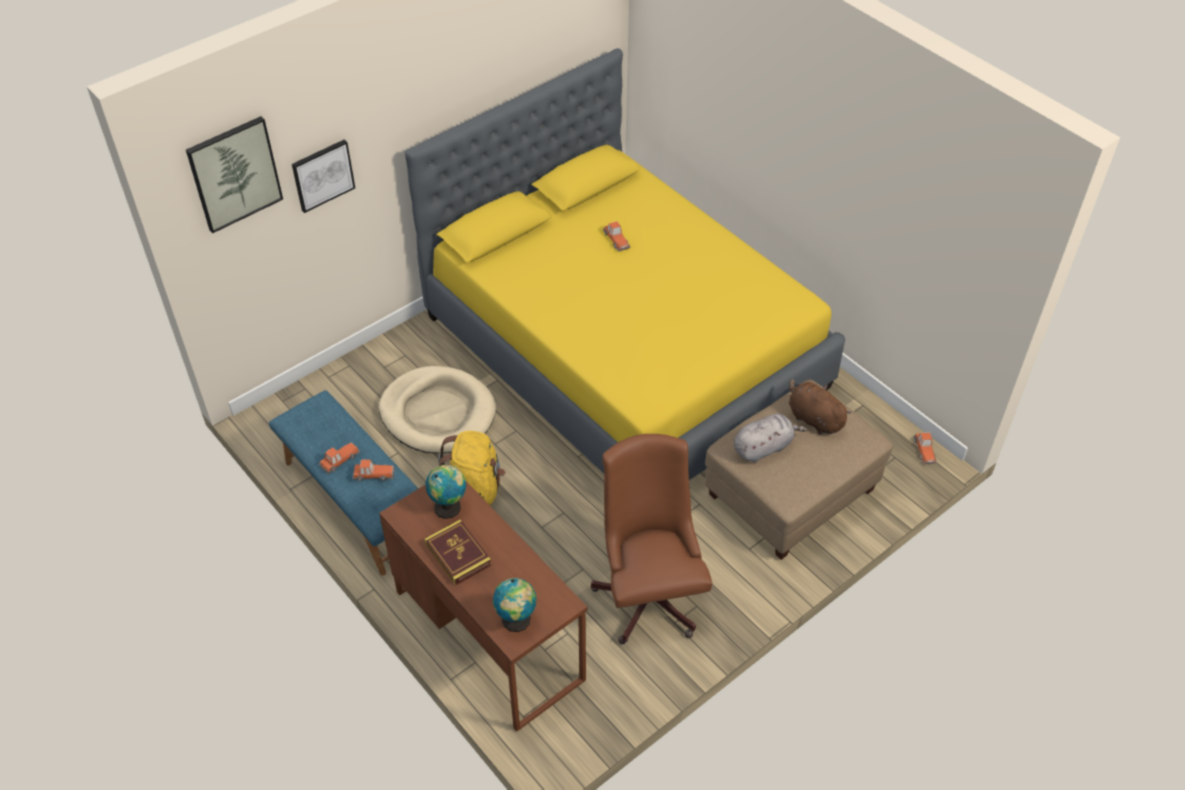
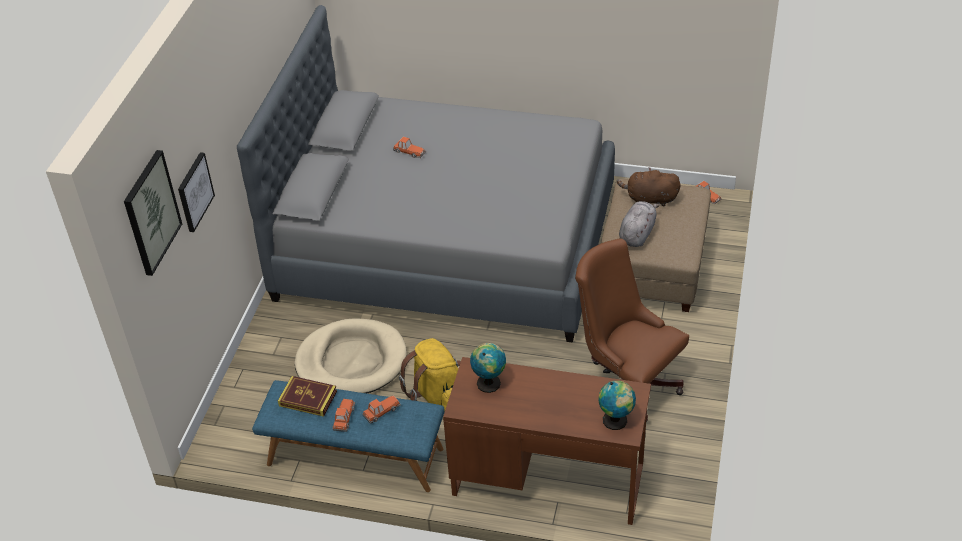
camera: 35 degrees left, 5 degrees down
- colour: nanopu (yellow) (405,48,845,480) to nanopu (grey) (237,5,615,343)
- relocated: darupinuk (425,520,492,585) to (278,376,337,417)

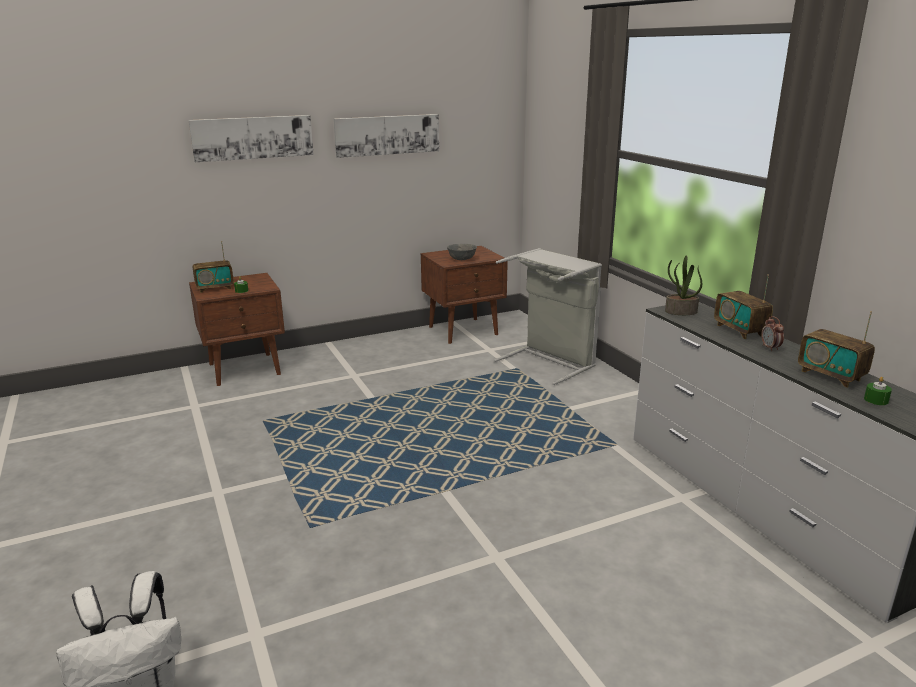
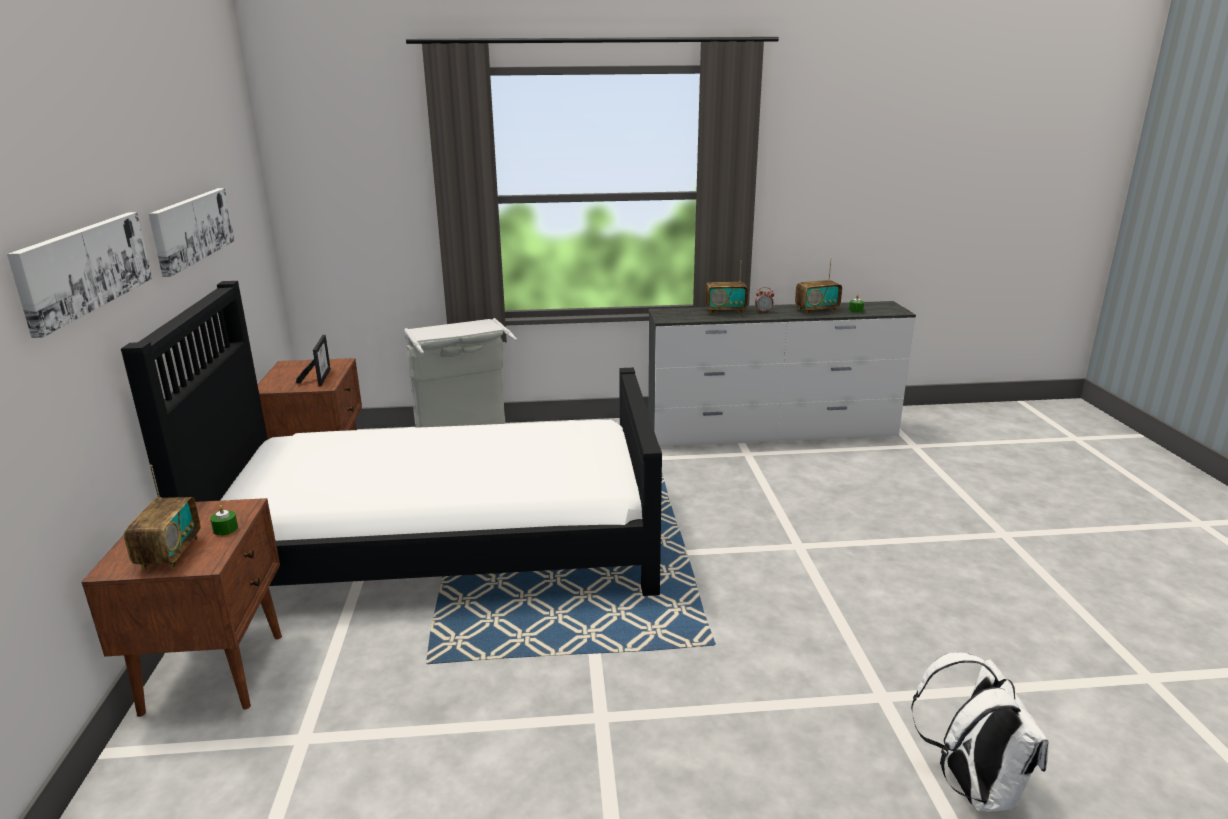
camera: 70 degrees left, 0 degrees up
- exchanged: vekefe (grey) (447,244,477,260) to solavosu (296,335,331,386)
- missing: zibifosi (665,255,702,315)
- appeared: nanopu (black) (121,281,662,596)

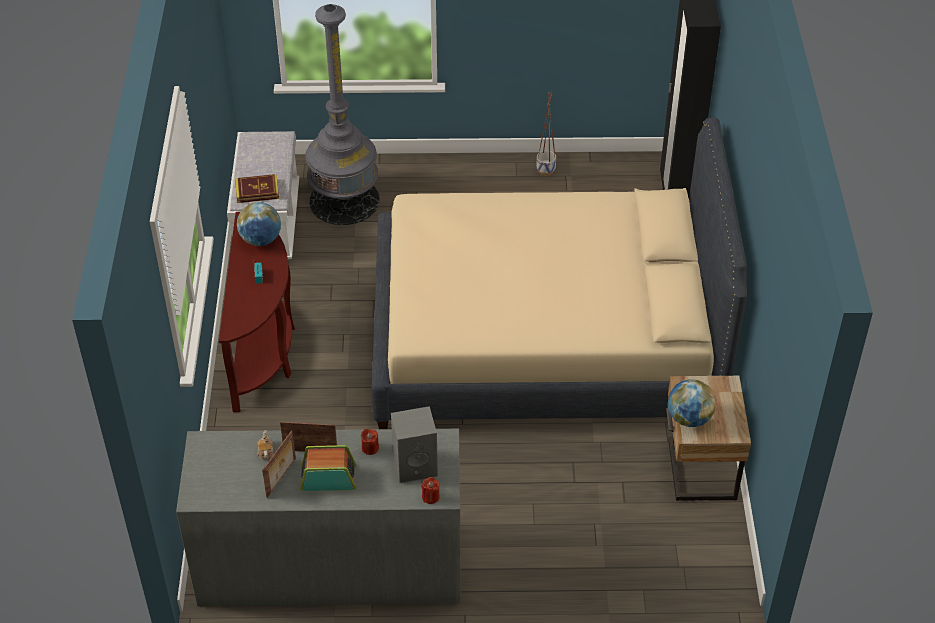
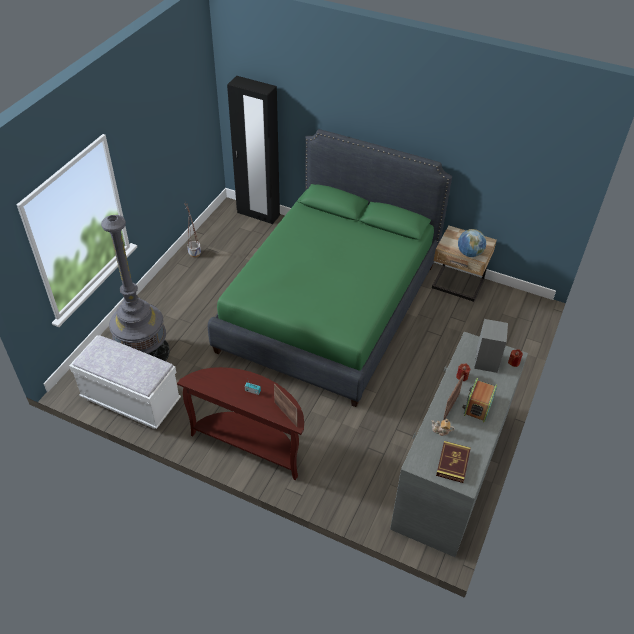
camera: 65 degrees left, 0 degrees up
- relocated: darupinuk (235,174,279,203) to (436,441,471,483)
- missing: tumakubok (237,202,281,246)
- relocated: solavosu (262,430,296,498) to (274,384,297,427)
- colour: nanopu (beige) (371,117,747,429) to nanopu (green) (208,129,452,407)

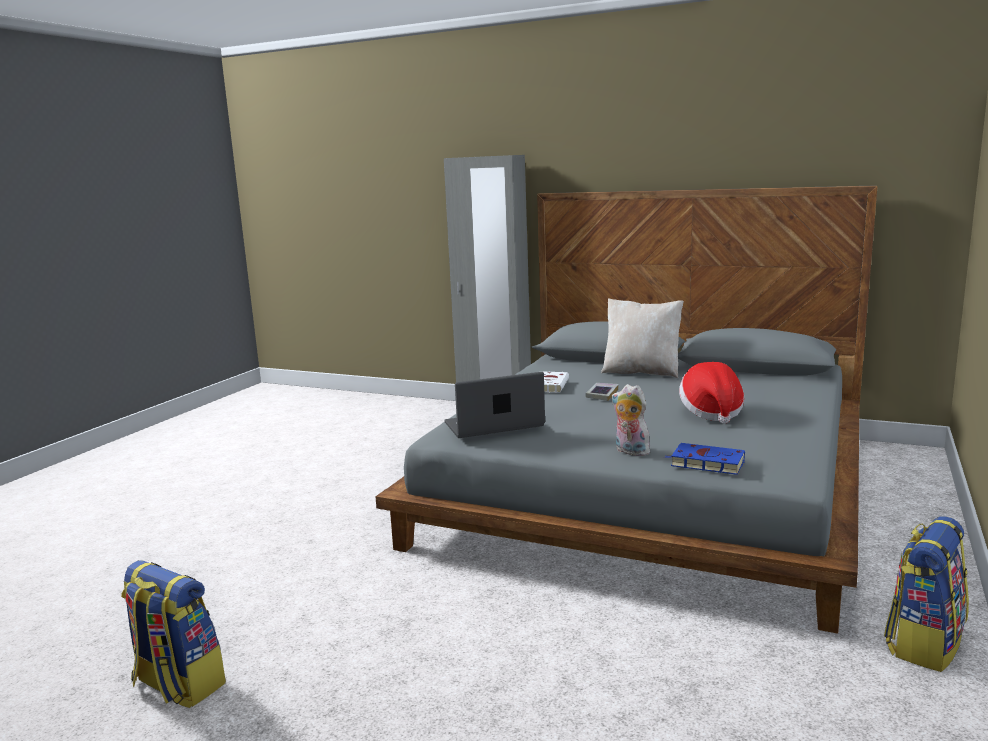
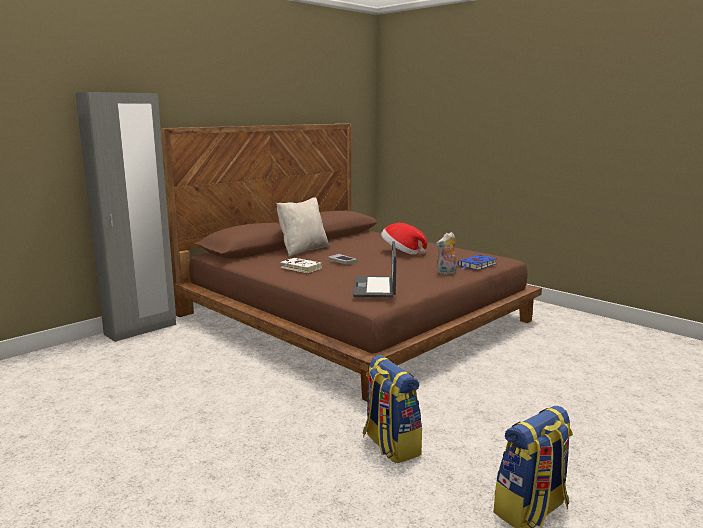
camera: 70 degrees left, 0 degrees up
- colour: nanopu (grey) (375,185,878,633) to nanopu (brown) (161,124,542,402)
- relocated: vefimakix (884,516,969,672) to (363,355,422,463)

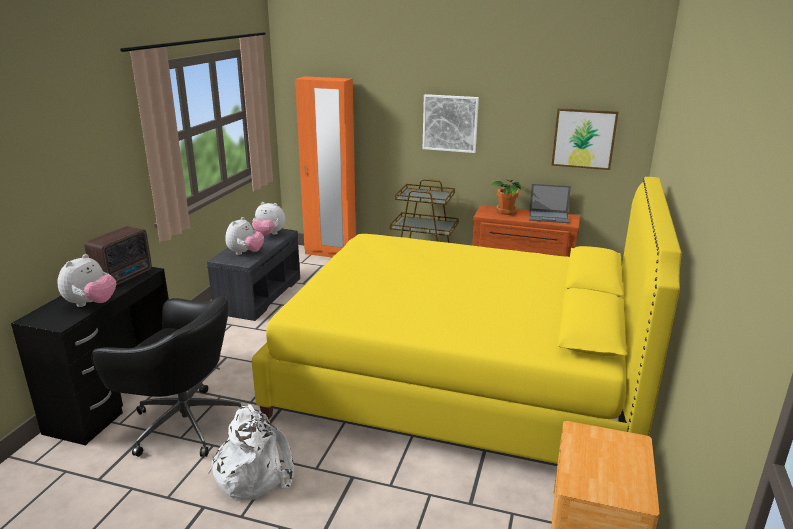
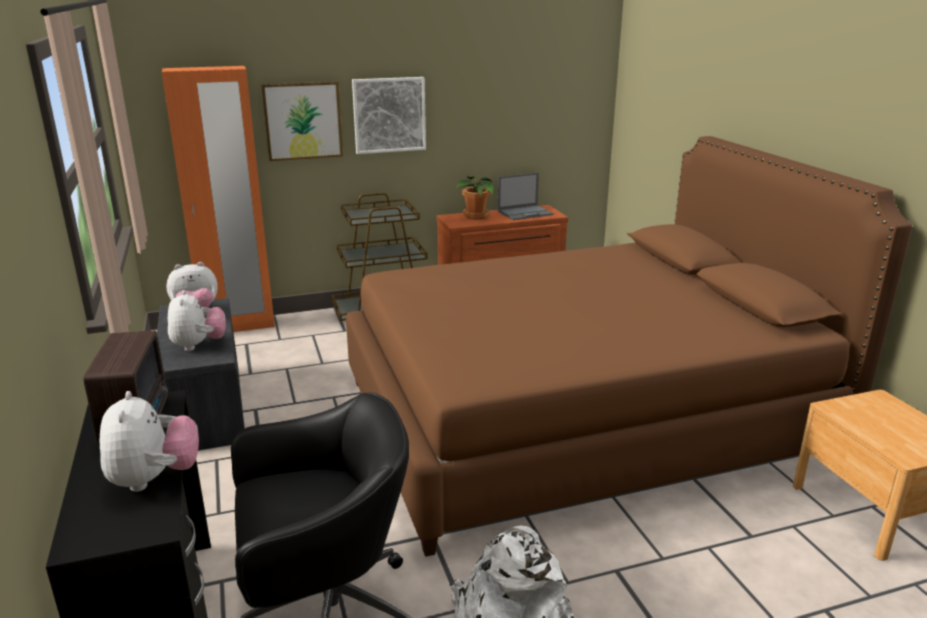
camera: 35 degrees left, 0 degrees up
- colour: nanopu (yellow) (252,177,681,464) to nanopu (brown) (346,136,912,557)
- relocated: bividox (552,108,619,170) to (261,81,343,161)

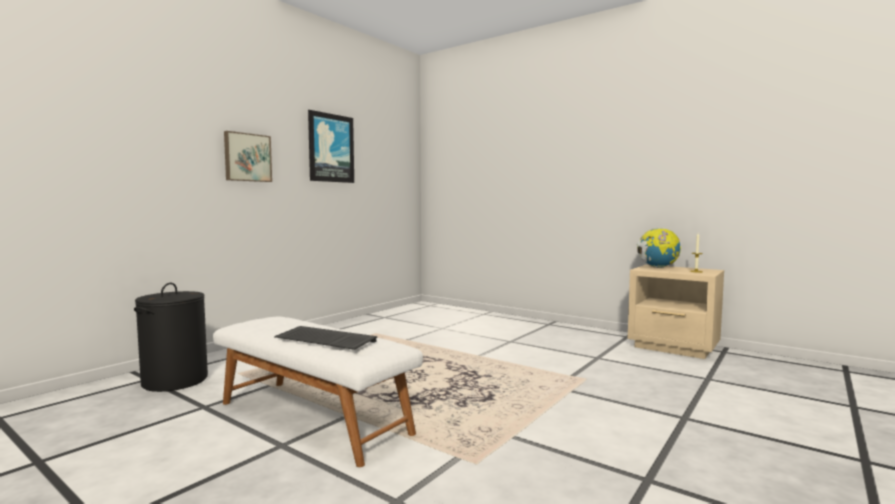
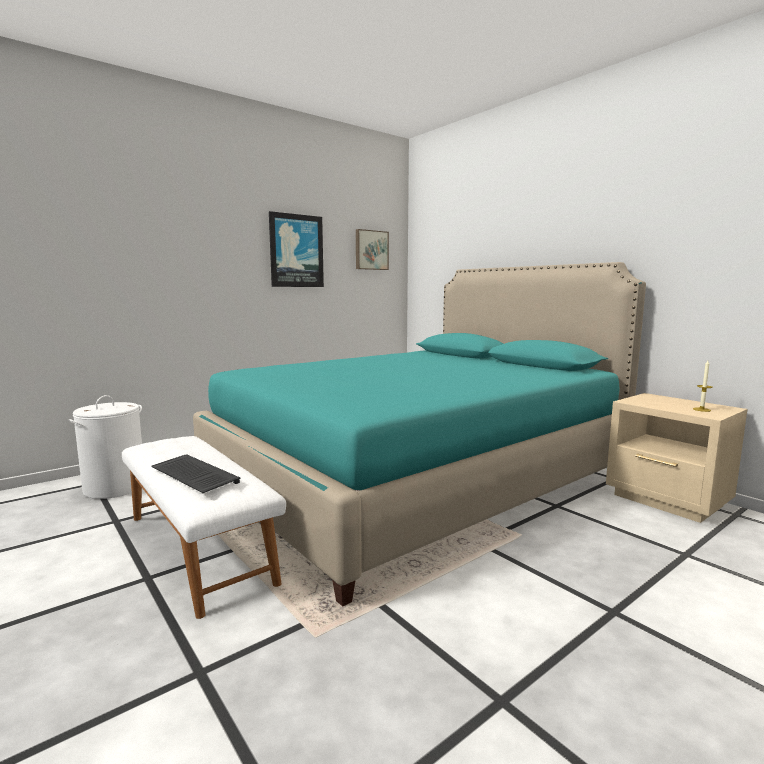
camera: 15 degrees right, 5 degrees up
- colour: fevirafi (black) (134,283,208,392) to fevirafi (white) (68,395,142,499)
- relocated: bividox (224,131,272,182) to (356,229,389,270)
- missing: tumakubok (637,228,681,268)
- appeared: nanopu (turquoise) (193,262,646,607)

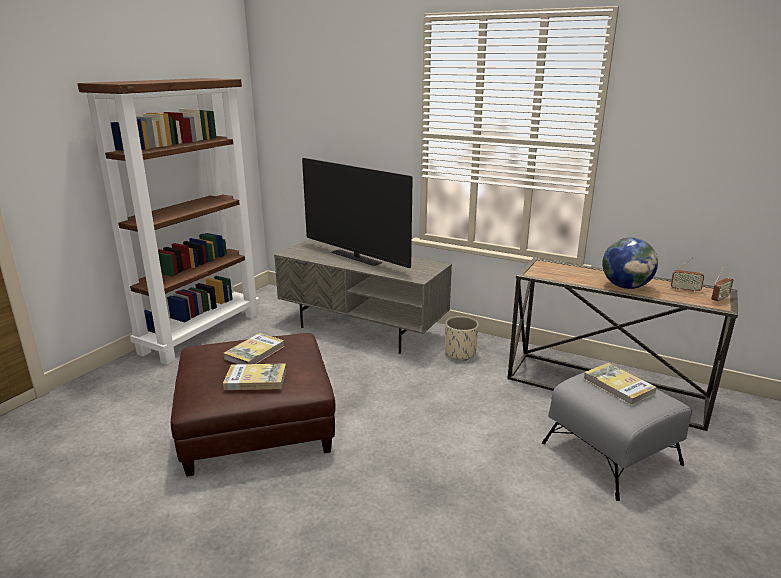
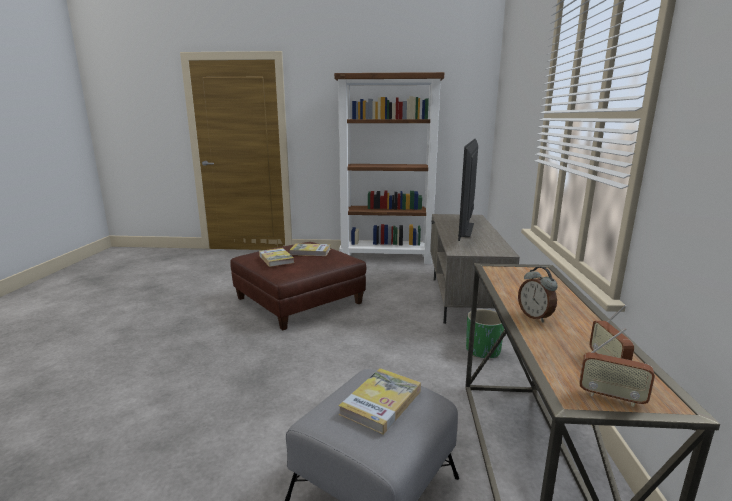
camera: 65 degrees right, 5 degrees down
- colour: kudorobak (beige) (445,316,479,361) to kudorobak (green) (466,309,504,358)
- exchanged: tumakubok (602,238,658,289) to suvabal (518,267,558,322)

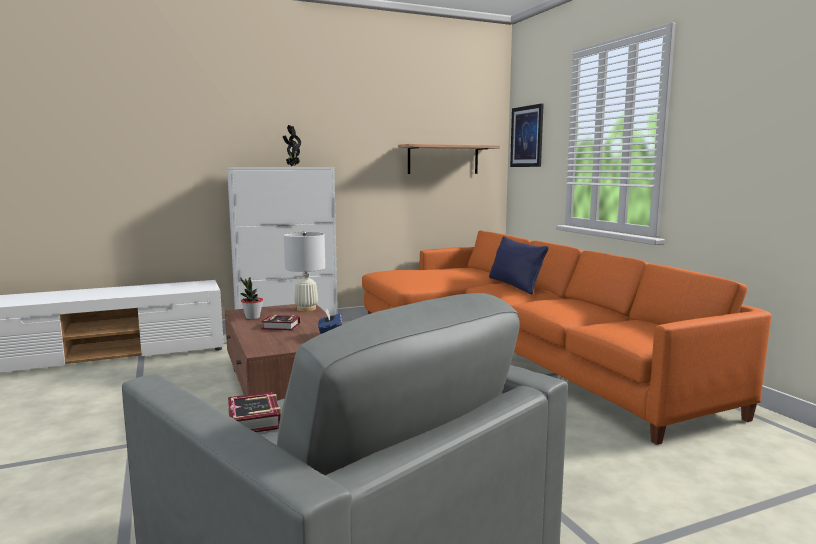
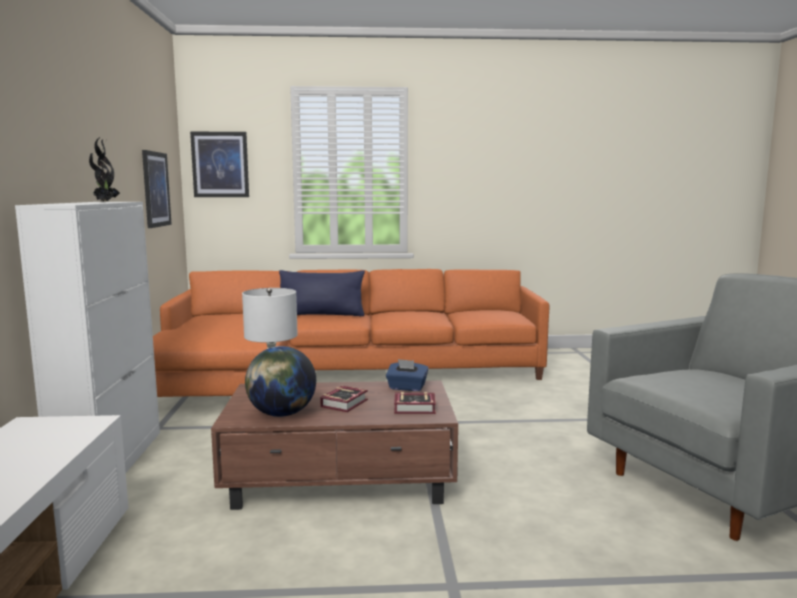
camera: 70 degrees left, 0 degrees up
- relocated: darupinuk (228,392,281,432) to (394,392,436,414)
- exchanged: zibifosi (240,277,263,319) to tumakubok (245,346,316,417)
- exchanged: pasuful (398,144,500,174) to bividox (142,150,172,228)

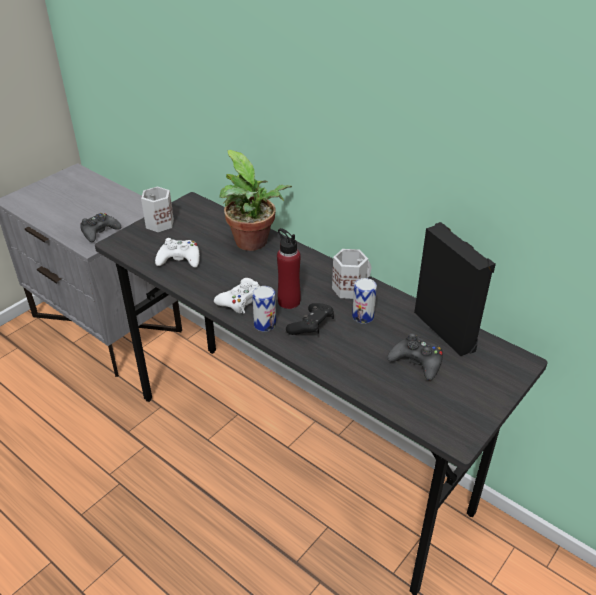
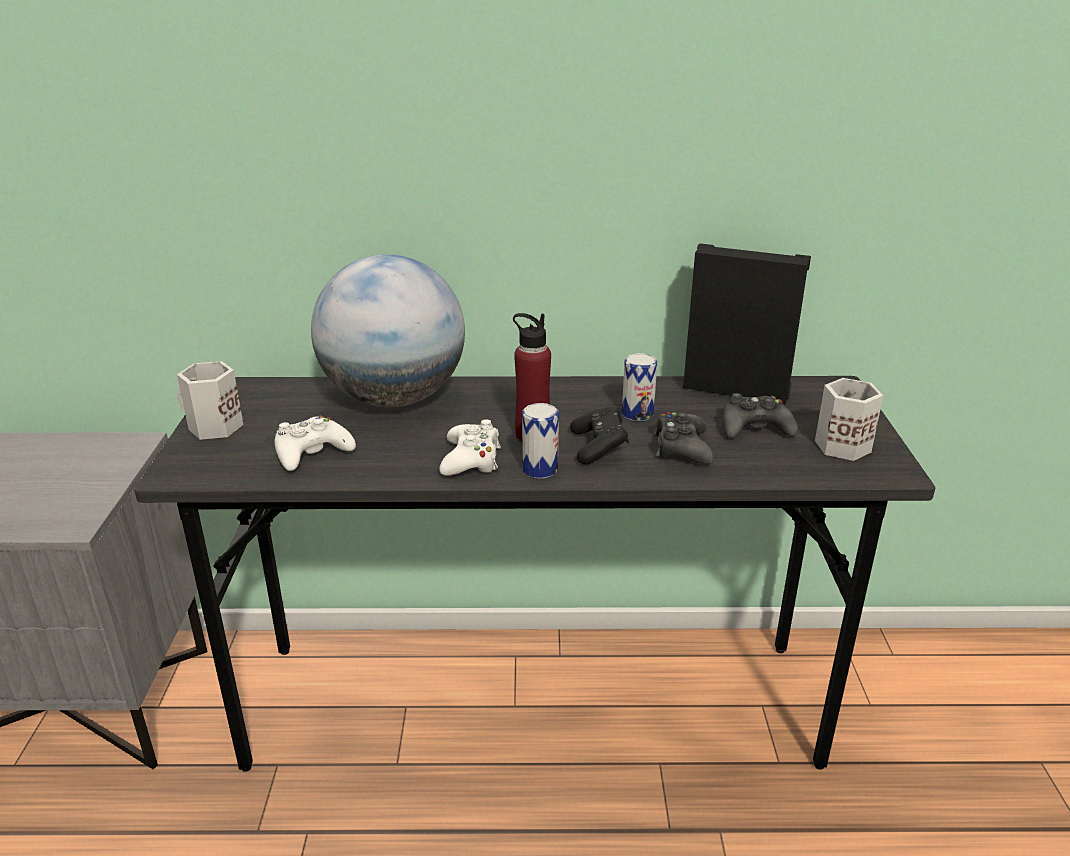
camera: 40 degrees left, 10 degrees down
- relocated: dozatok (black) (80,213,121,242) to (654,412,713,464)
- exchanged: zibifosi (219,150,292,251) to tumakubok (311,254,465,407)
- relocated: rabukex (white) (332,249,372,299) to (815,378,883,461)

